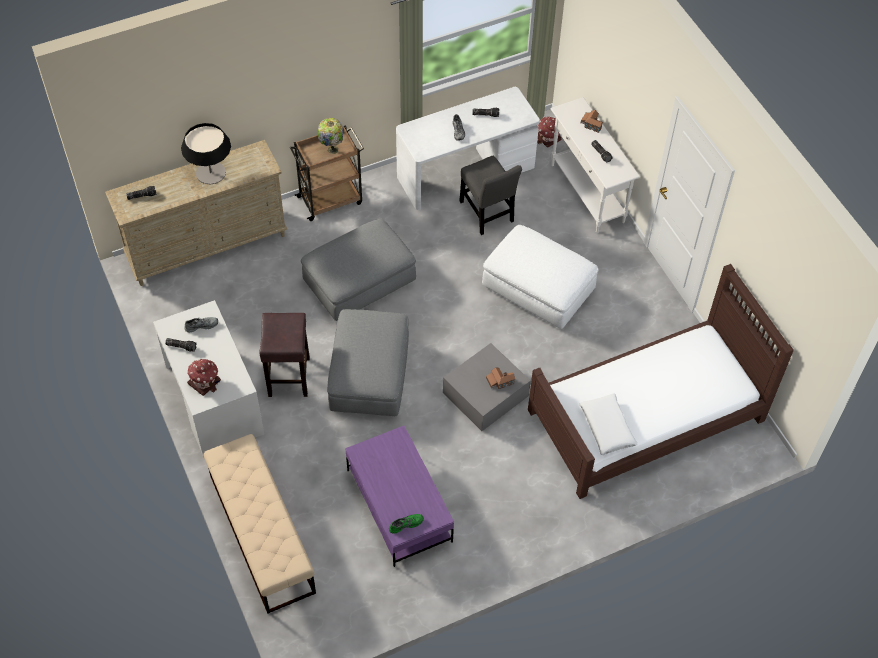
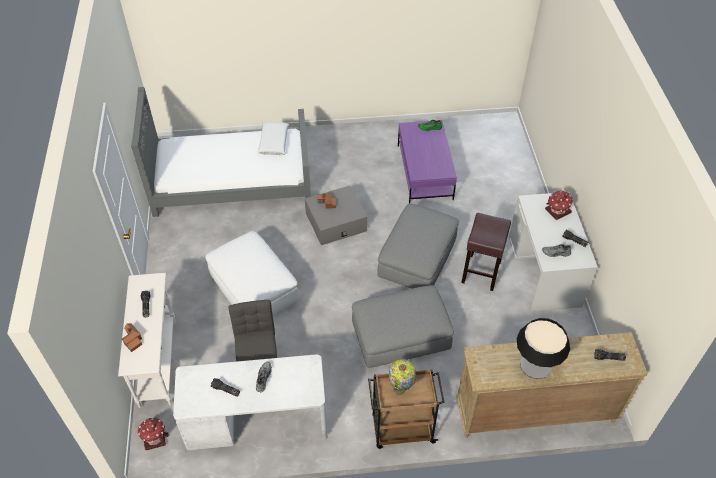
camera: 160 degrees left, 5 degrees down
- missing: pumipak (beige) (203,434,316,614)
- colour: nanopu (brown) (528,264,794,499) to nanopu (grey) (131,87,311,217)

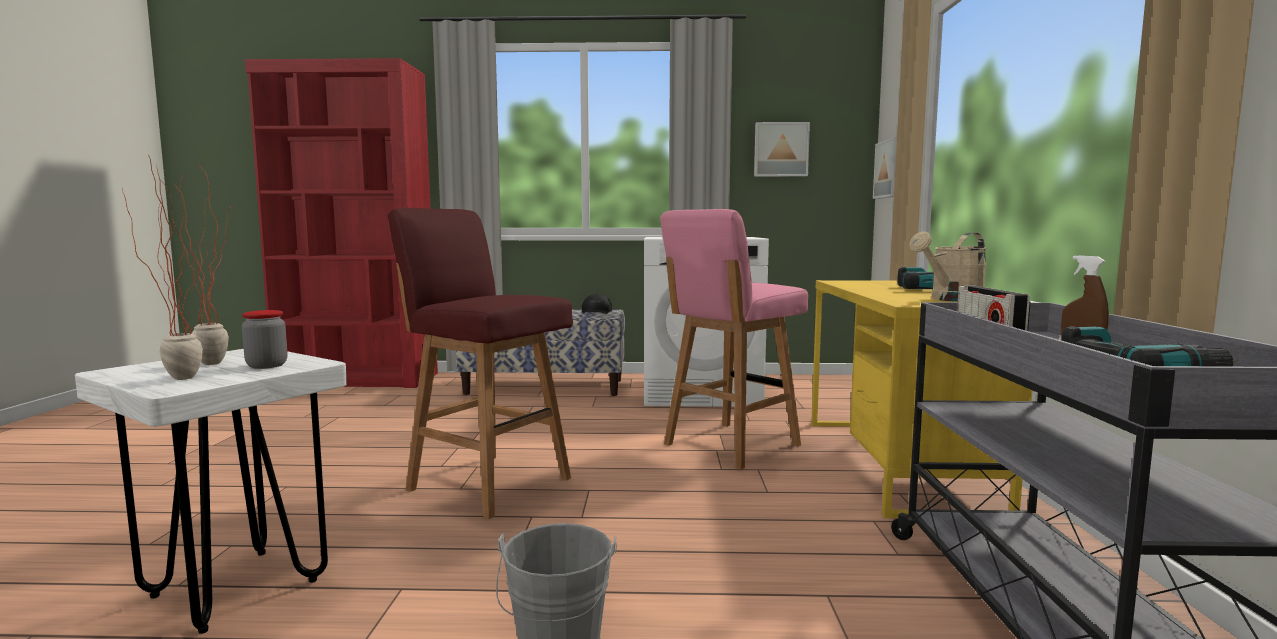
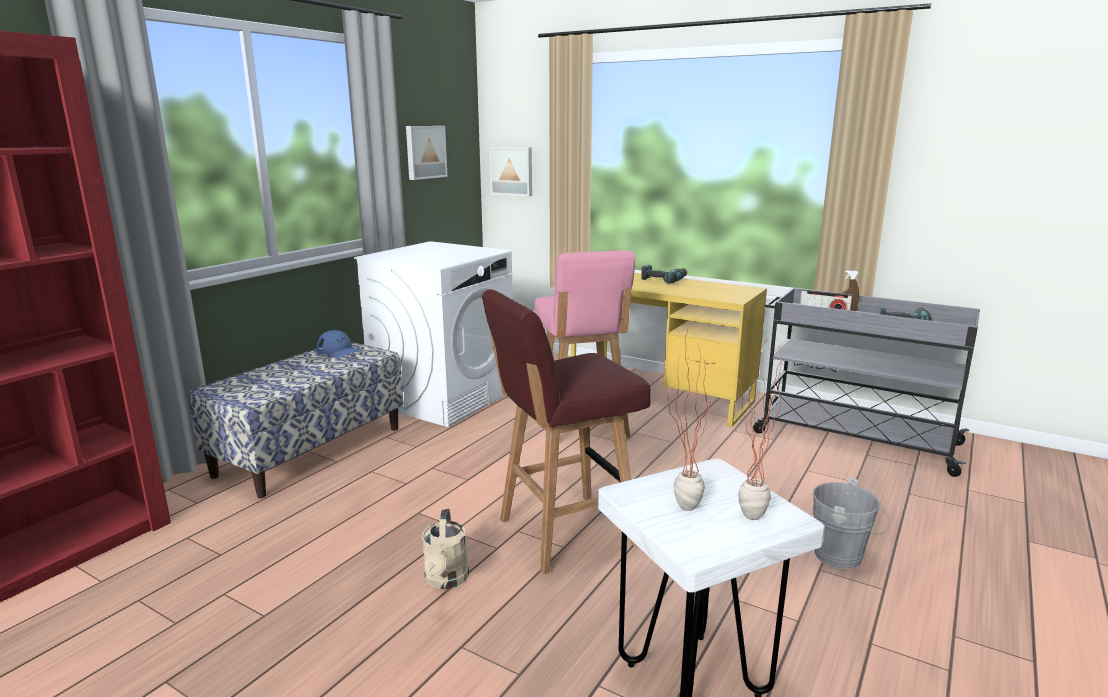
camera: 60 degrees left, 10 degrees up
- missing: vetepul (242,310,288,369)
- colour: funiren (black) (581,294,612,314) to funiren (blue) (316,330,360,357)
- relocated: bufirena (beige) (909,231,987,302) to (422,509,469,589)

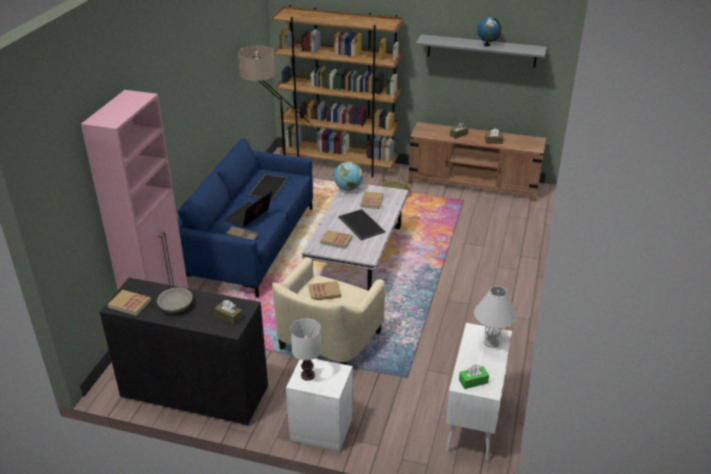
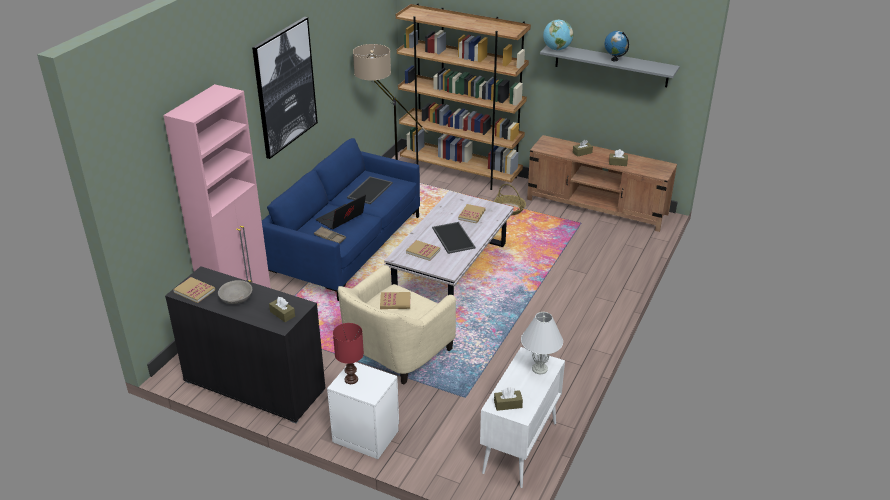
camera: 10 degrees right, 0 degrees up
- colour: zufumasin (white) (291,319,321,381) to zufumasin (red) (333,323,364,384)
- relocated: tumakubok (334,162,363,191) to (543,20,573,50)
- colour: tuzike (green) (459,364,489,389) to tuzike (brown) (494,387,523,411)
- appeared: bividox (252,17,318,159)

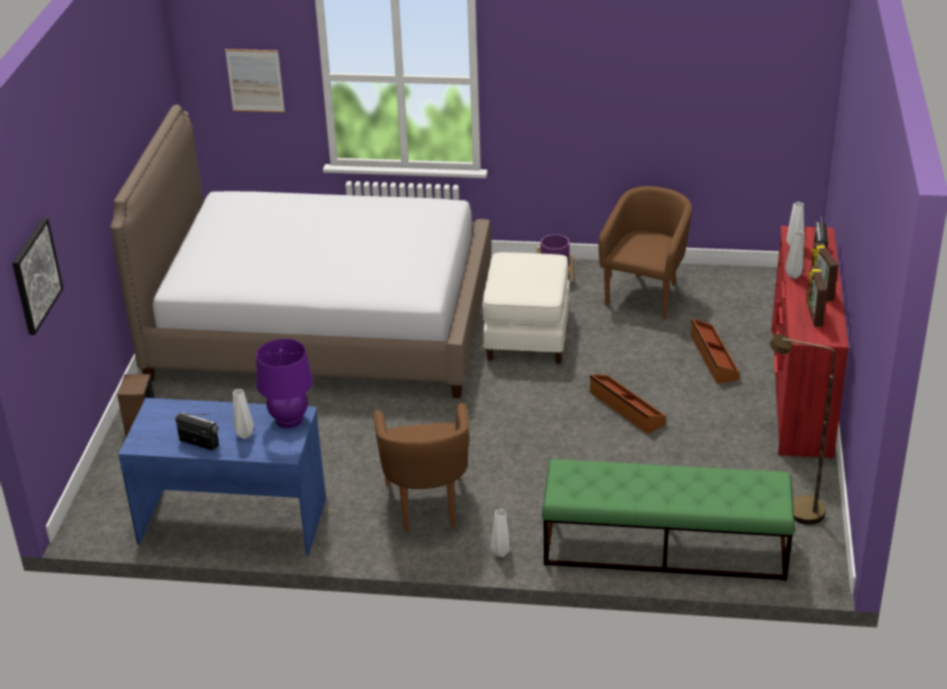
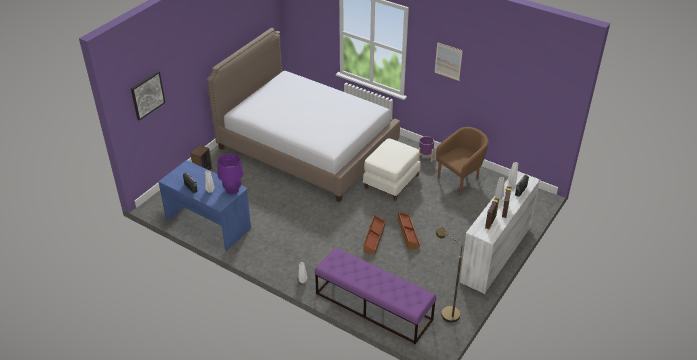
camera: 25 degrees right, 5 degrees up
- relocated: bividox (225,49,285,112) to (435,42,463,81)
- missing: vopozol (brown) (373,403,469,532)
- colour: pumipak (green) (542,459,795,581) to pumipak (purple) (315,247,436,344)
- relocated: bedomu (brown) (691,319,739,384) to (363,215,385,254)
- colour: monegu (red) (771,226,849,459) to monegu (white) (460,171,540,294)

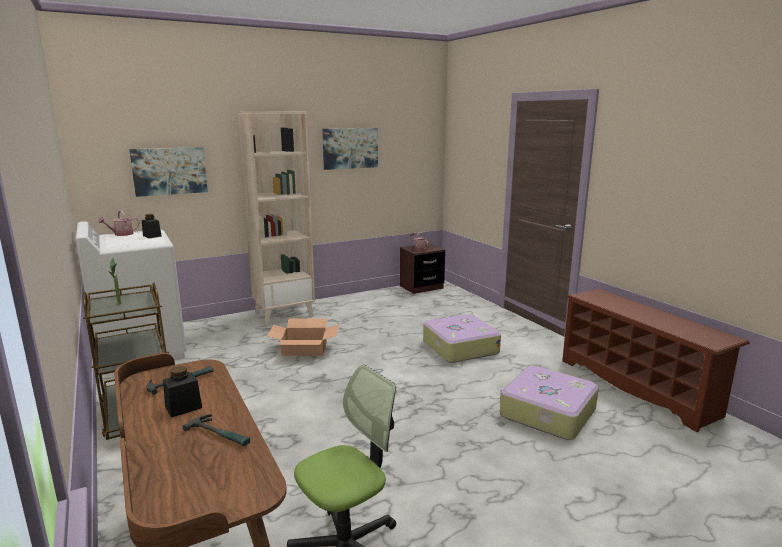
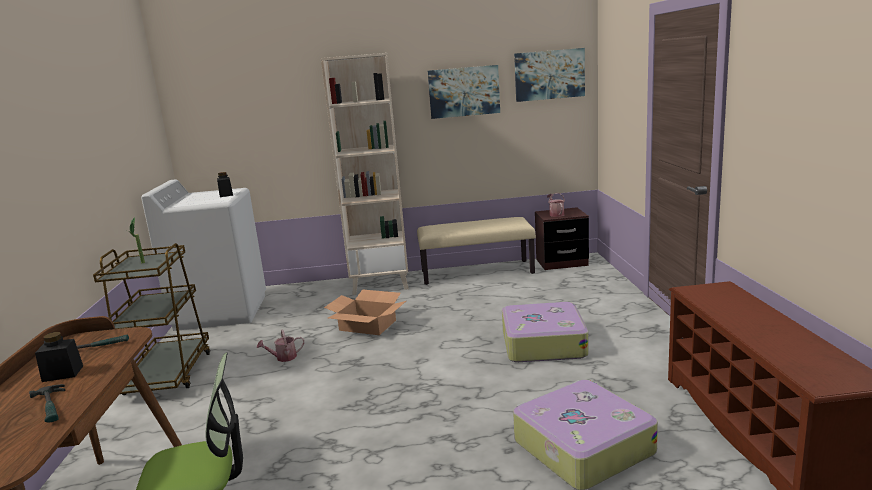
camera: 25 degrees right, 0 degrees up
- relocated: bufirena (98,210,139,236) to (257,329,304,362)
- relocated: bividox (129,147,208,197) to (514,48,585,102)
- appeared: pumipak (beige) (417,217,536,285)

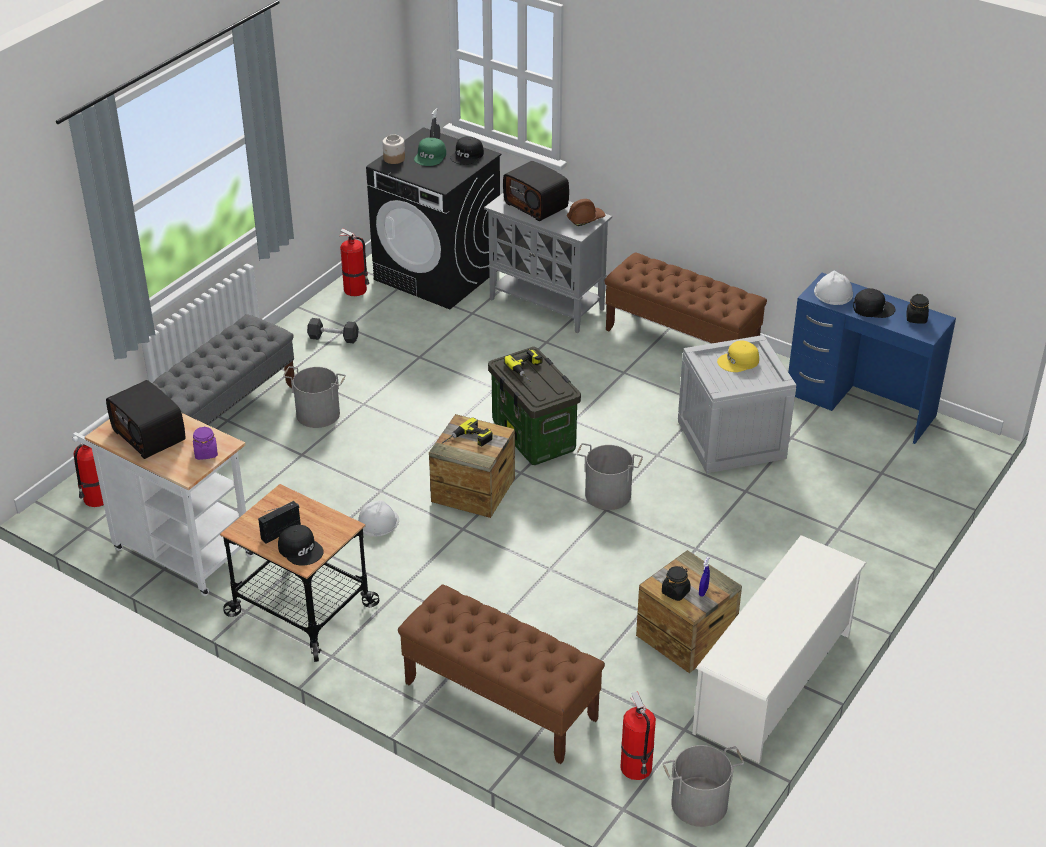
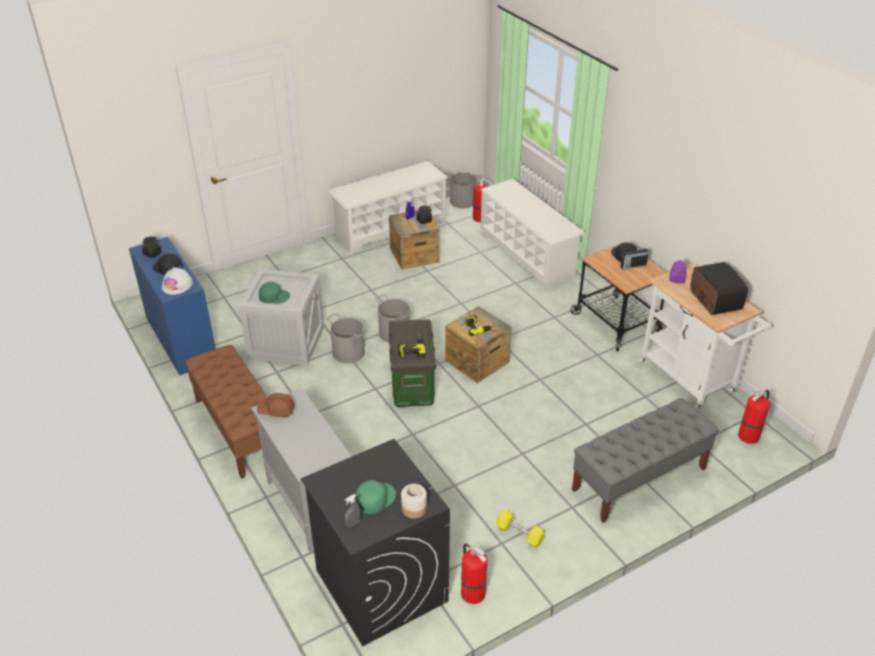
camera: 155 degrees left, 0 degrees up
- relocated: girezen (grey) (283,366,346,428) to (326,313,368,363)
- colour: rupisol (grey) (307,318,359,343) to rupisol (yellow) (496,510,545,548)
- missing: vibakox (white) (358,500,399,537)
- exchanged: pumipak (brown) (398,584,605,764) to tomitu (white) (480,179,584,290)
- missing: funiren (black) (450,136,484,165)
- missing: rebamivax (503,161,569,221)
- colour: funiren (yellow) (717,340,759,372) to funiren (green) (259,282,290,304)

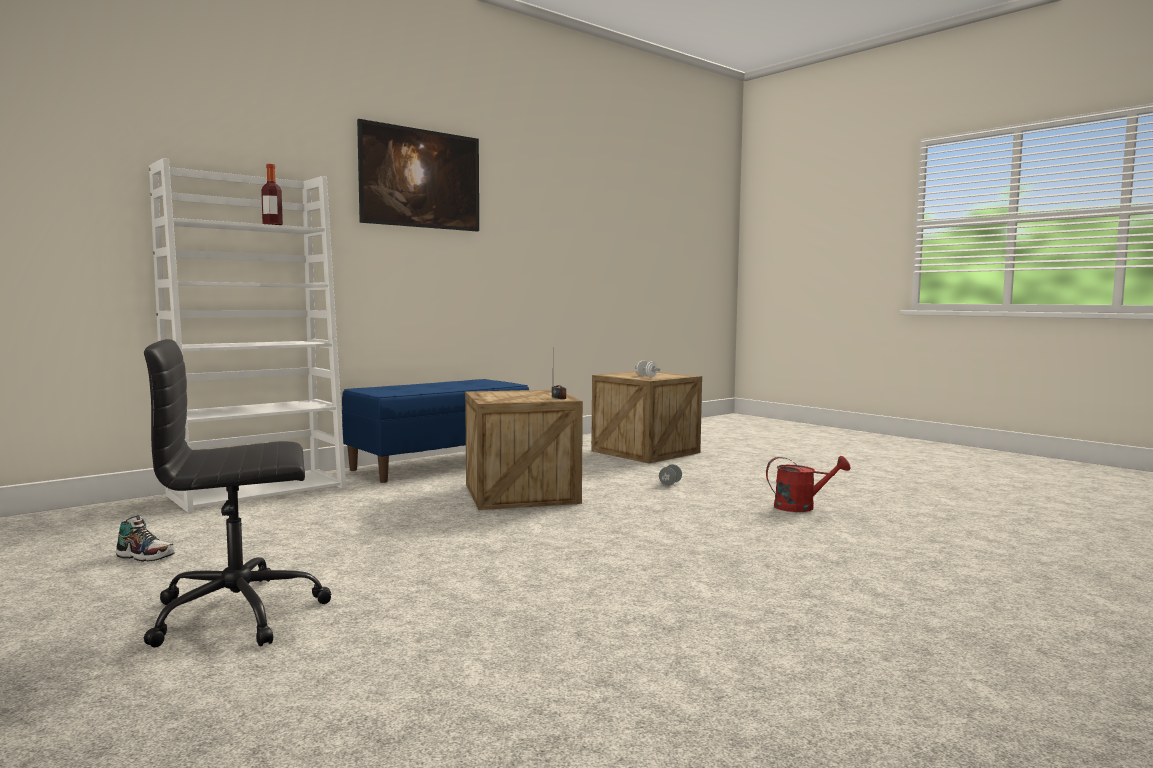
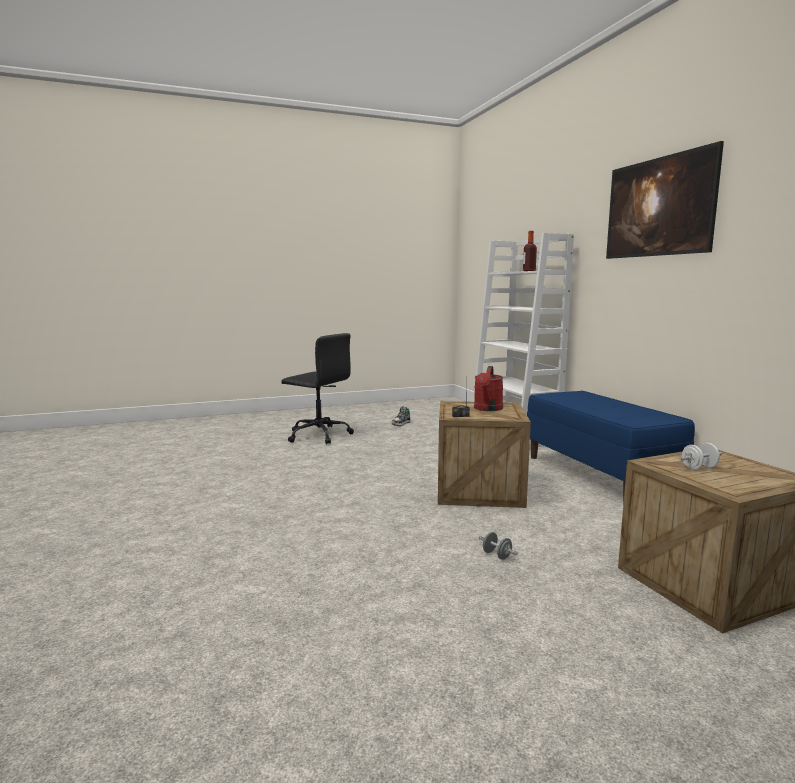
camera: 110 degrees right, 5 degrees up
- spun: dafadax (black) (144,339,332,648) = (281,333,354,444) 120 degrees clockwise
- relocated: bufirena (red) (766,456,850,512) to (474,366,504,411)

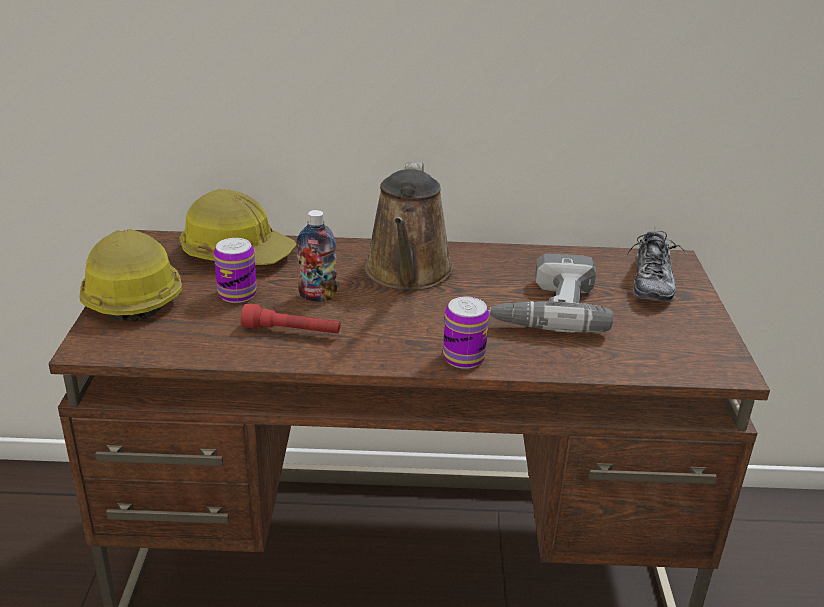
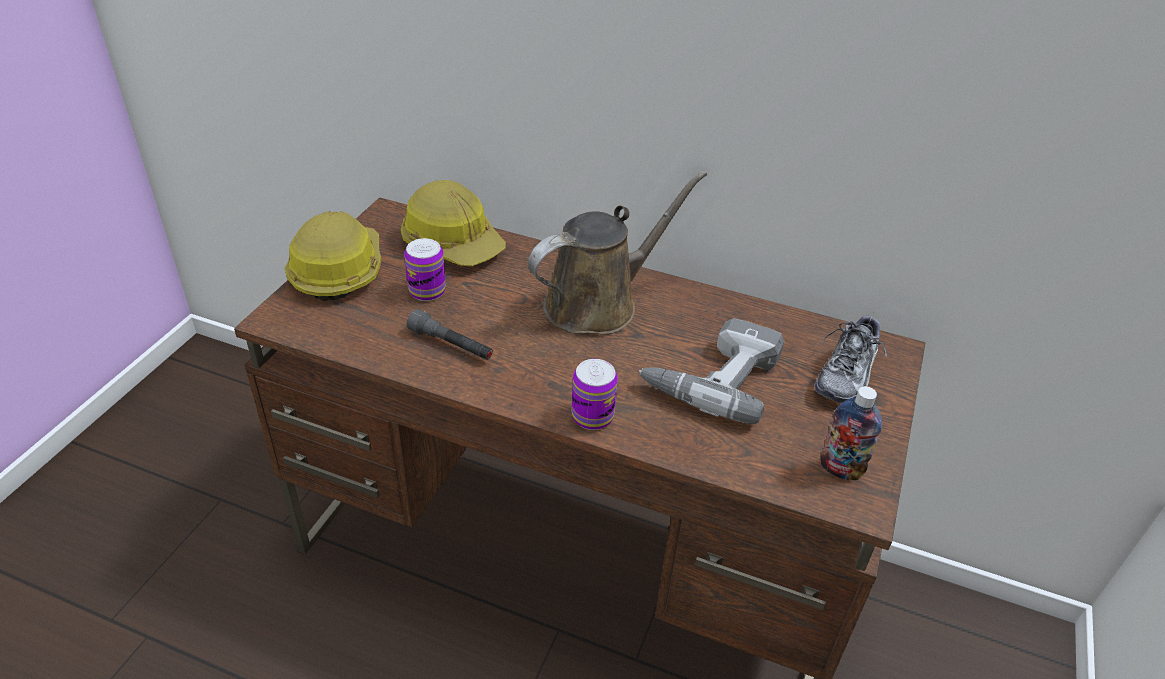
camera: 20 degrees right, 10 degrees up
- colour: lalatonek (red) (241,304,341,334) to lalatonek (grey) (407,309,493,360)
- relocated: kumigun (296,210,337,302) to (821,386,882,480)
- spun: bufirena (brown) (365,163,453,290) = (528,171,707,335) 150 degrees counterclockwise

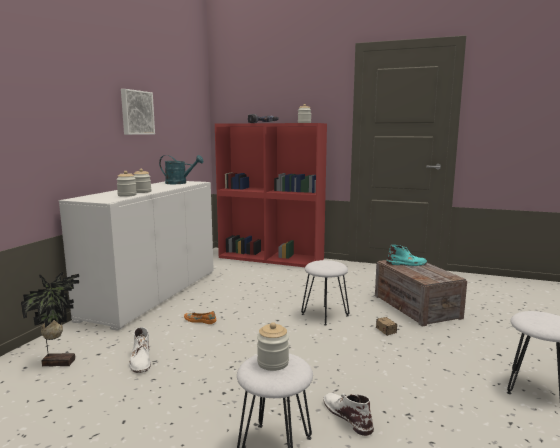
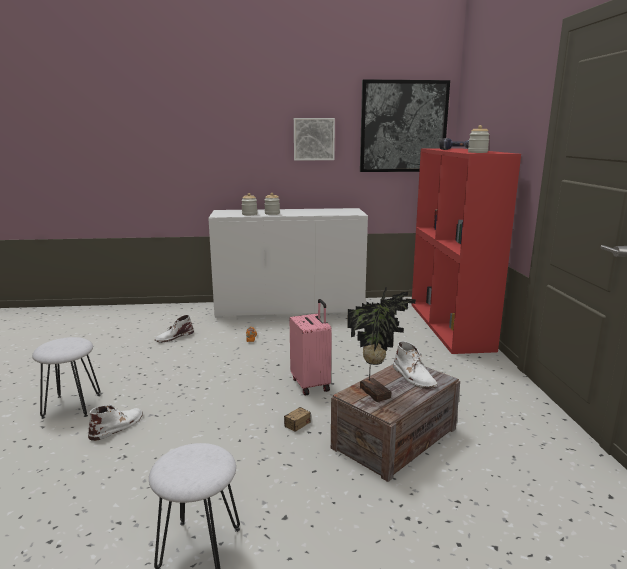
camera: 65 degrees right, 5 degrees up
- relocated: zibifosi (21,271,79,367) to (347,286,416,402)
- missing: bufirena (turquoise) (159,155,204,184)
- missing: vetepul (257,322,289,371)
- exchanged: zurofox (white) (301,260,349,325) to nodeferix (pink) (290,299,332,396)
- colour: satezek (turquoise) (386,245,427,266) to satezek (white) (393,341,438,389)
- appeared: bividox (360,79,450,172)

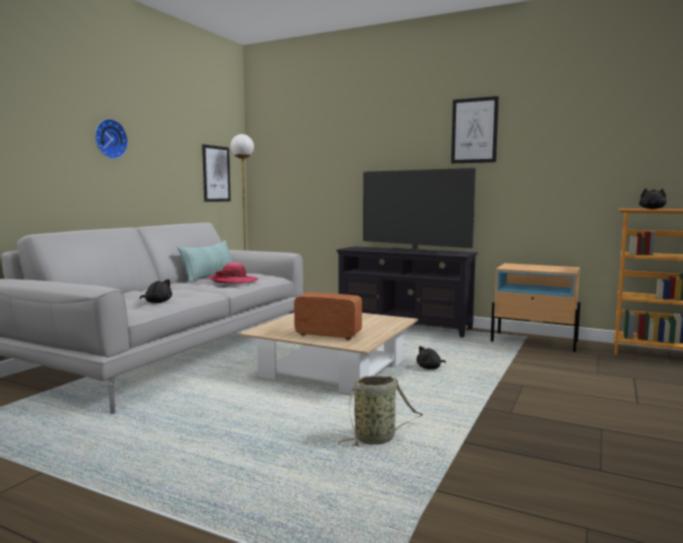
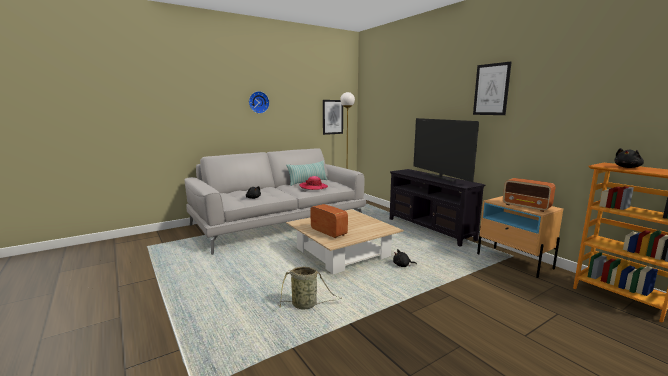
camera: 30 degrees right, 5 degrees up
- appeared: rebamivax (503,178,555,212)

